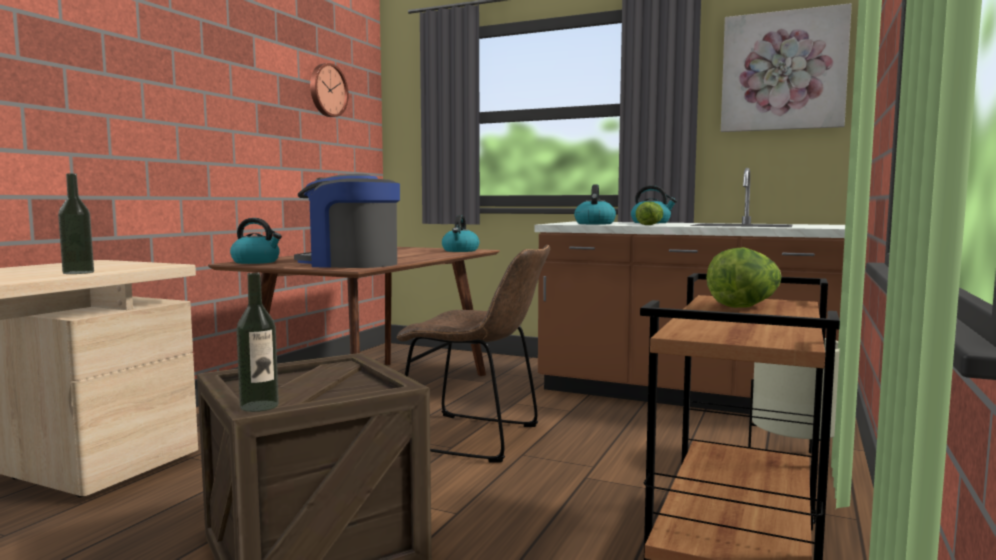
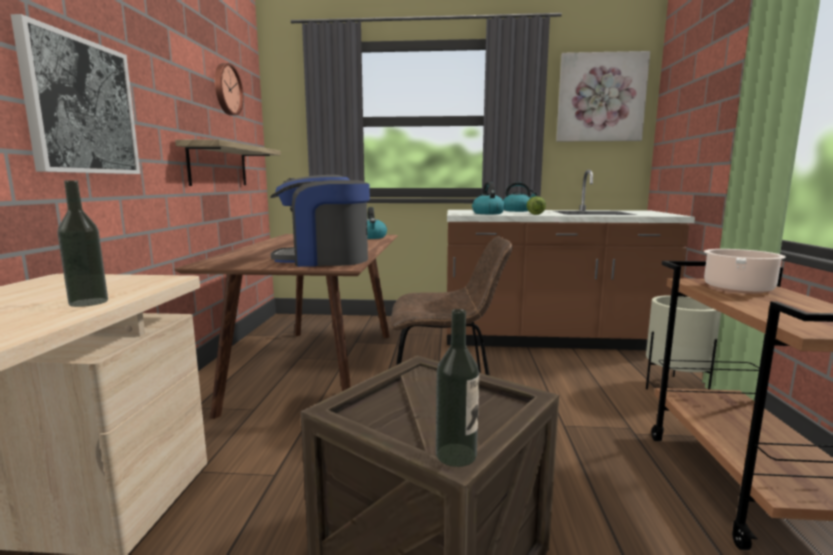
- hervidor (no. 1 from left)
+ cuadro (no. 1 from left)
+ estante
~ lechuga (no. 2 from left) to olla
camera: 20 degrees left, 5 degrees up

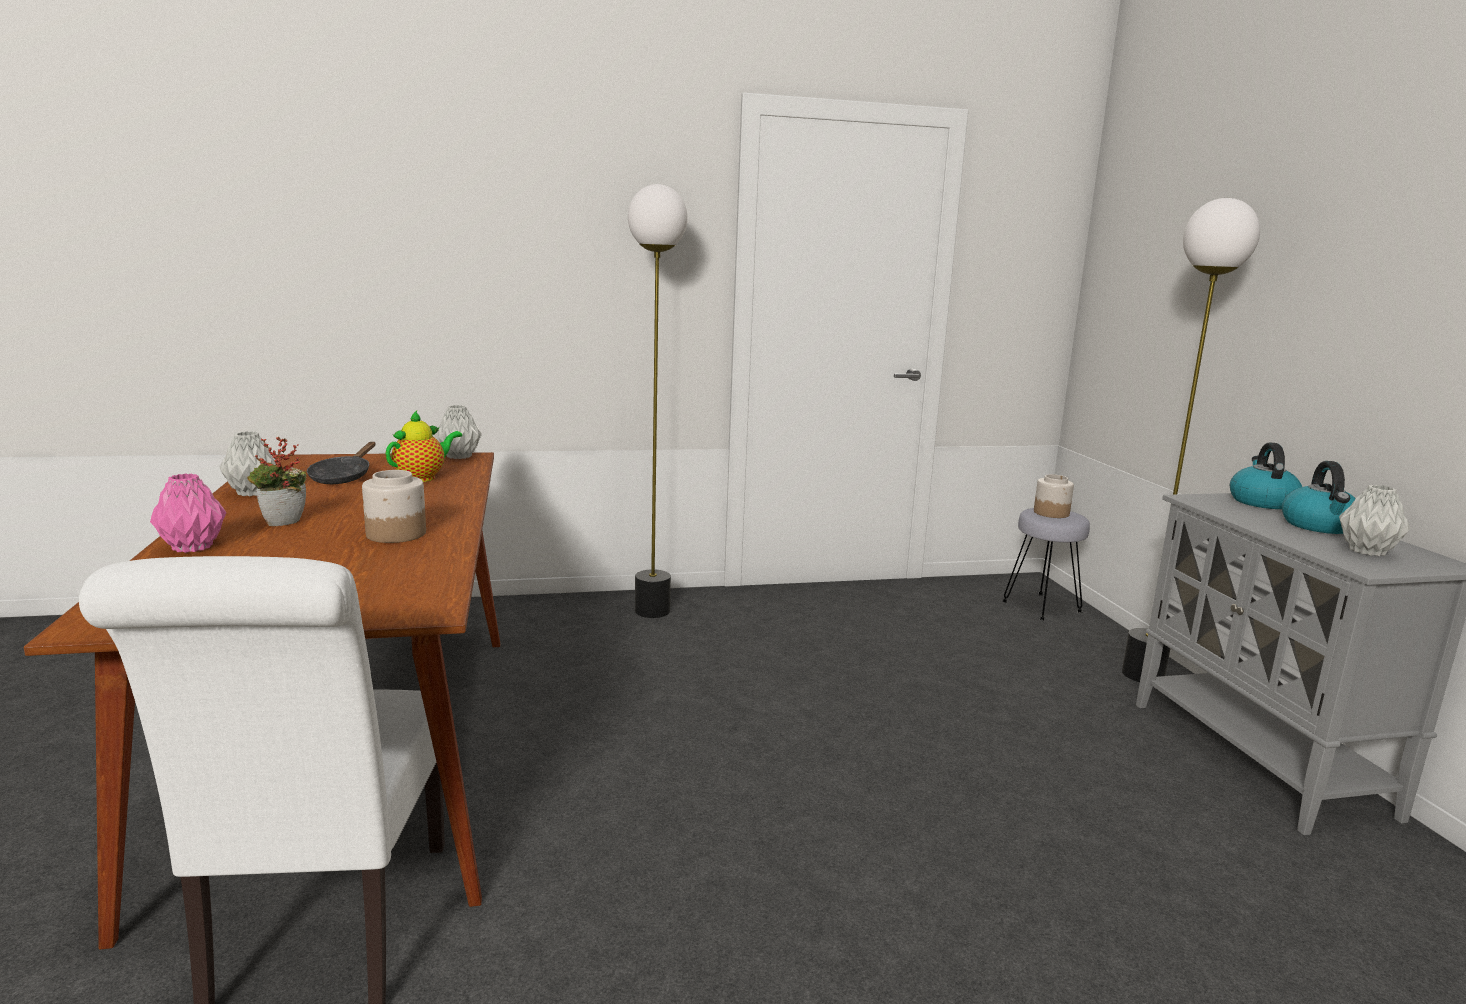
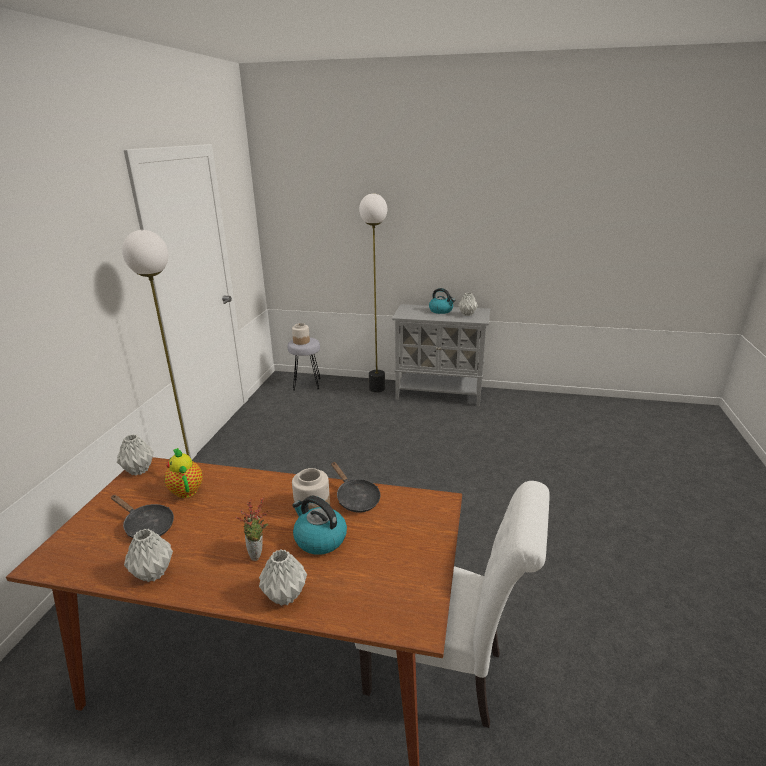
+ sartén (negro) (no. 2 from left)
~ hervidor (no. 1 from left)
~ florero (rosa) to florero (gris) (no. 3 from left)
camera: 65 degrees left, 10 degrees up

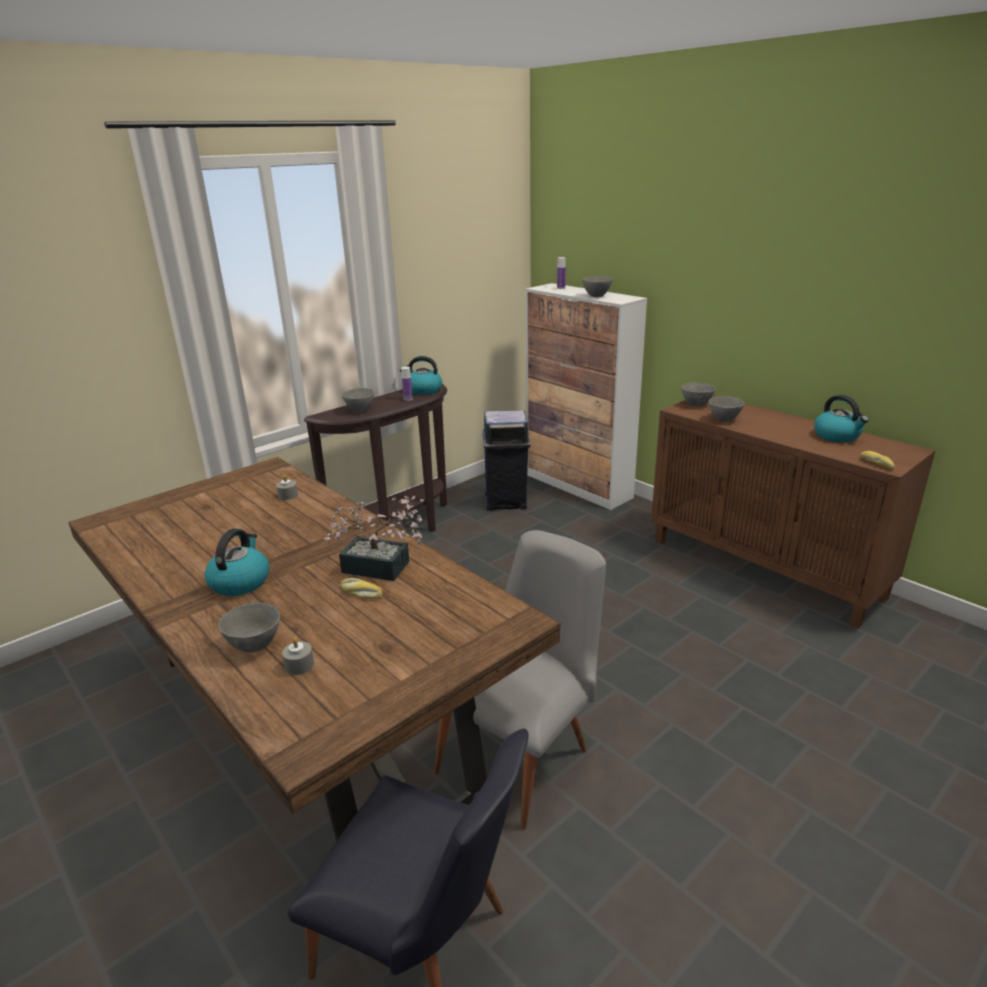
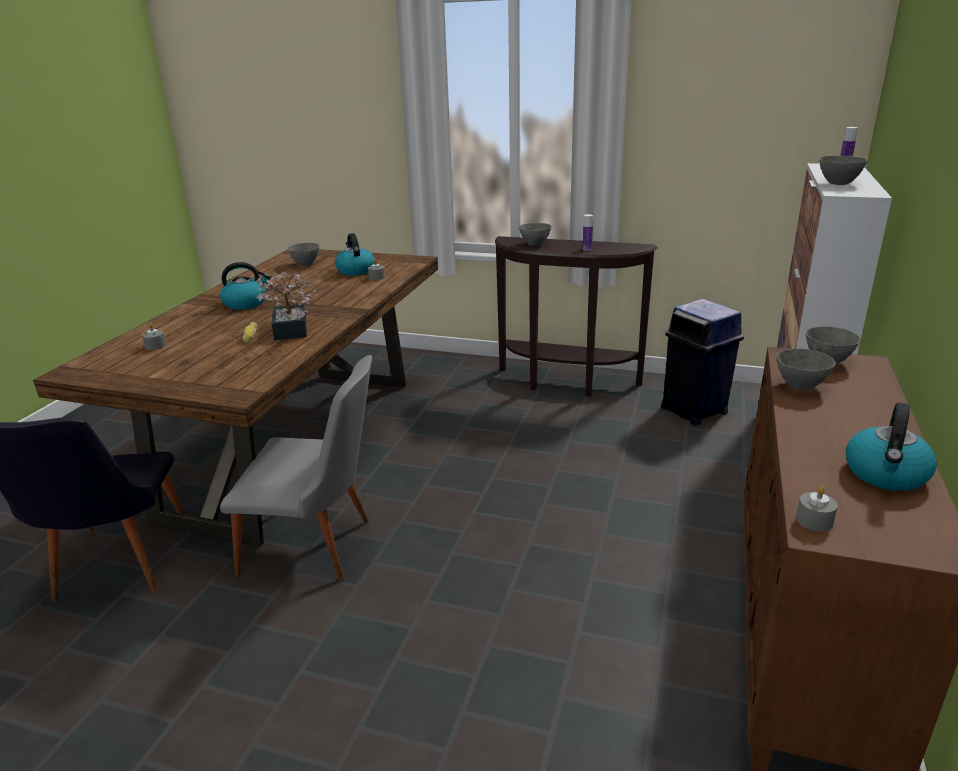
~ cuenco (gris) (no. 1 from left)
~ hervidor (no. 2 from left)
~ pan (no. 2 from left) to vela (gris) (no. 3 from left)
camera: 60 degrees right, 0 degrees up

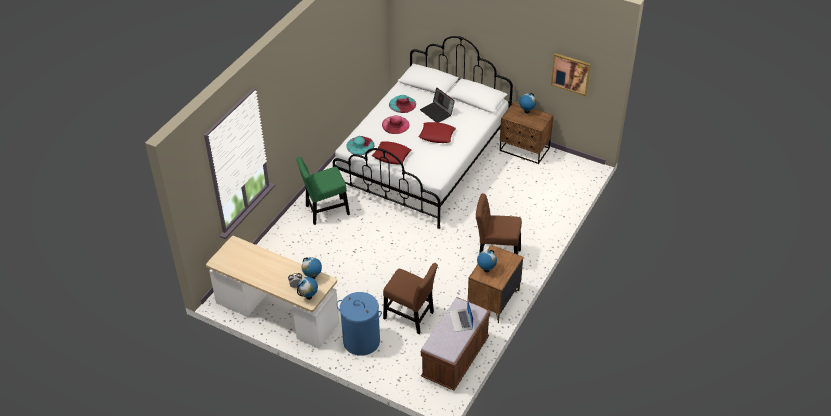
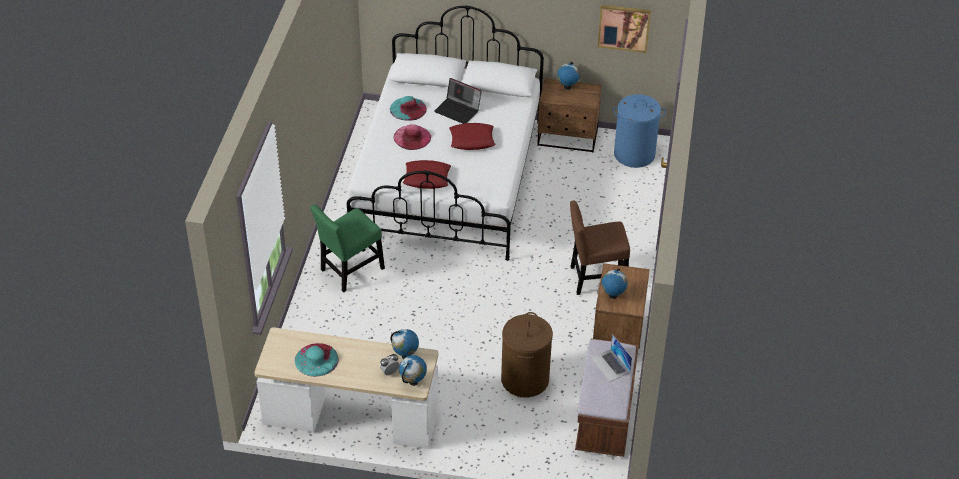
~ cesto de la ropa (azul)
~ sombrero (turquesa) (no. 1 from left)
~ silla (marrón) (no. 1 from left) to cesto de la ropa (marrón)
camera: 20 degrees left, 0 degrees up

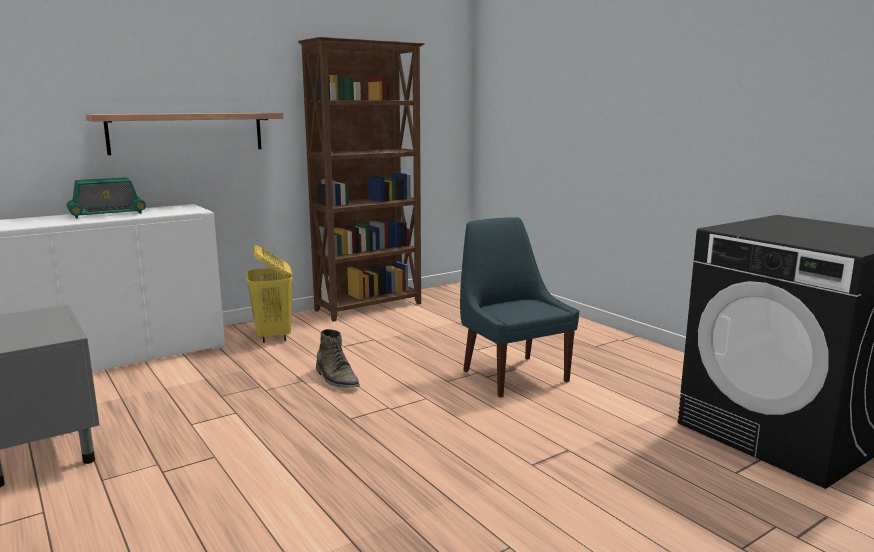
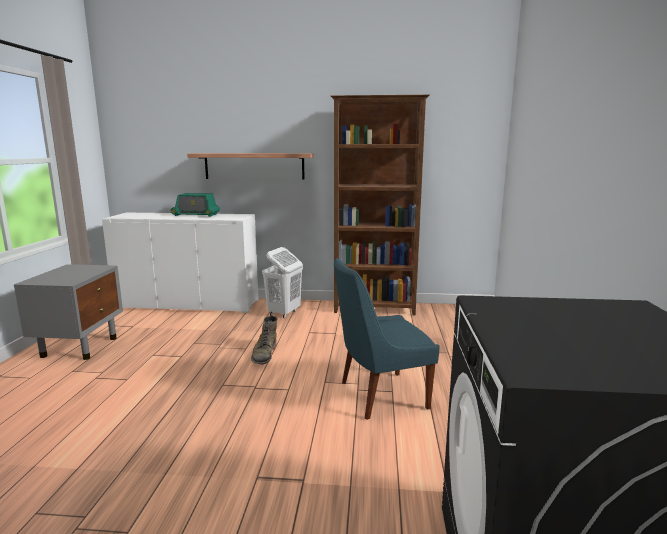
~ cesto de la ropa (amarillo) to cesto de la ropa (blanco)
~ silla (azul) 120 degrees counterclockwise
camera: 40 degrees right, 0 degrees up

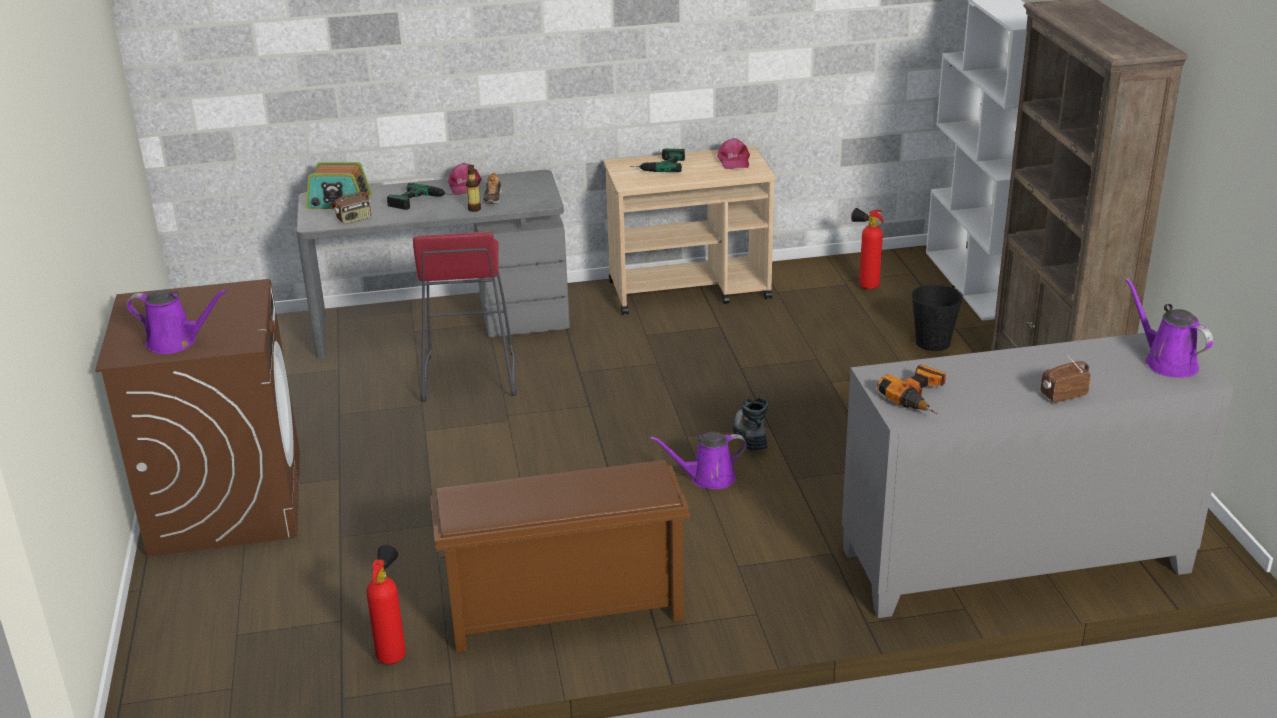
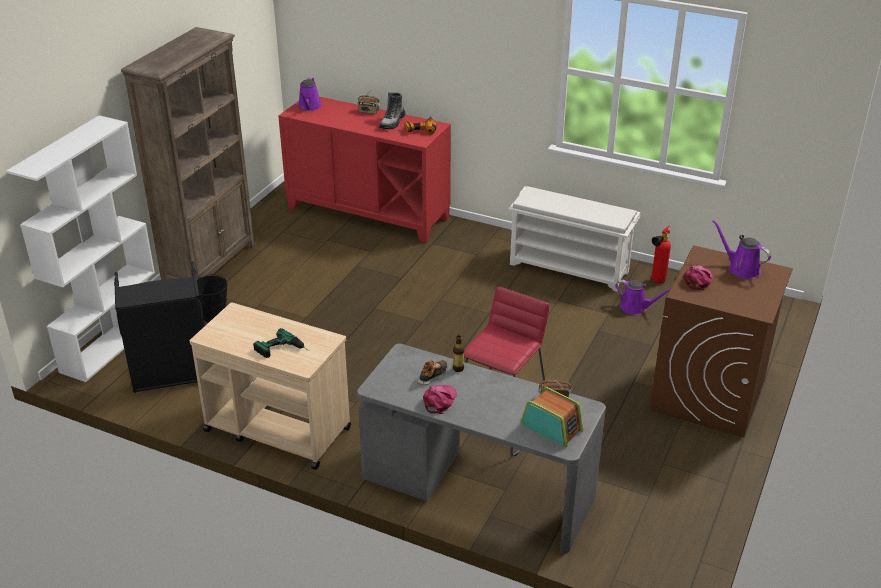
- taladro (no. 1 from left)
~ regadera (morado) (no. 2 from left)
~ gorra (rosa) (no. 2 from left)
~ bota
~ extintor (no. 2 from left) to cesto de la ropa (negro)
~ zapatero (marrón) to zapatero (blanco)
~ armario (gris) to armario (rojo)
camera: 145 degrees left, 5 degrees up

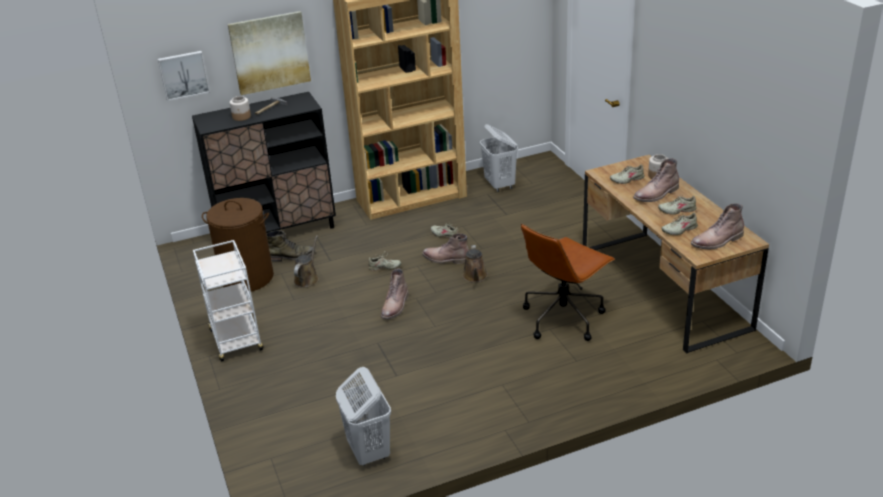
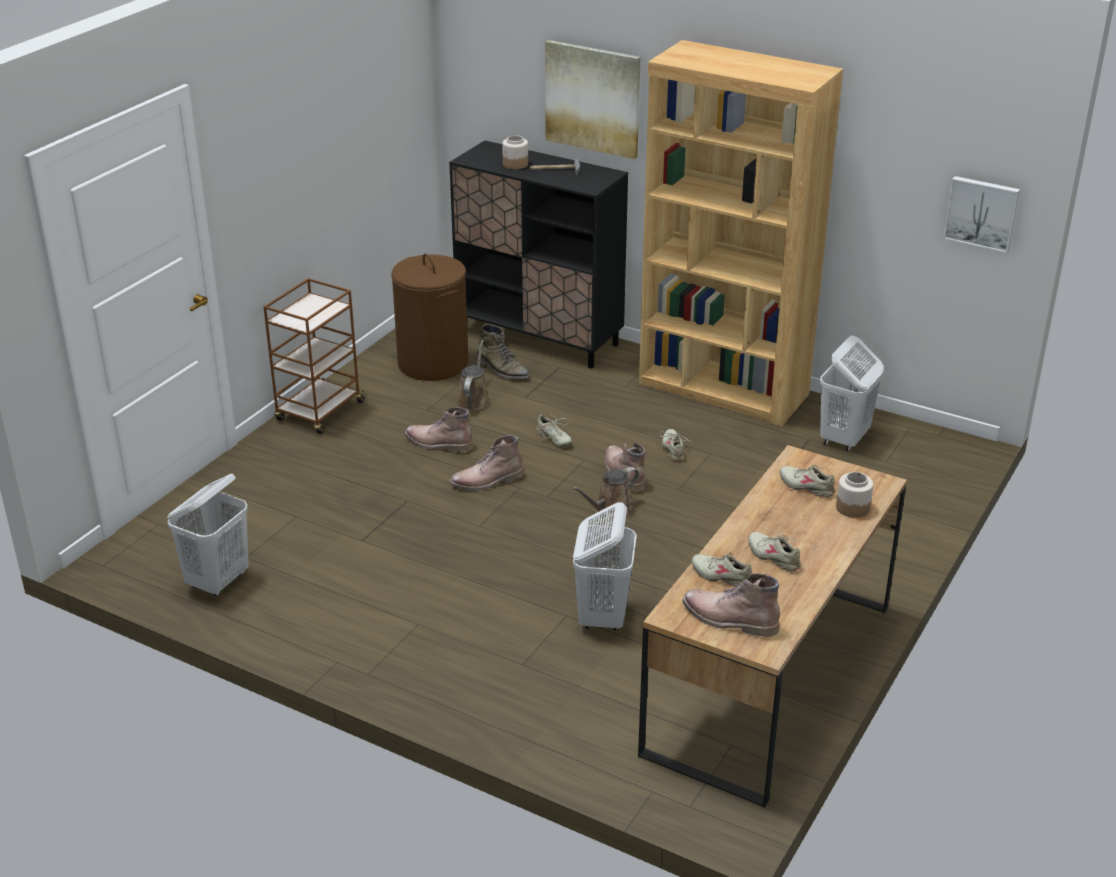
~ cuadro (no. 1 from left in the first image) to cuadro (no. 2 from left)
~ bota (marrón) (no. 3 from left in the first image) to bota (marrón) (no. 1 from left)
~ silla de oficina (marrón) to cesto de la ropa (blanco) (no. 2 from left)
~ carrito (blanco) to carrito (marrón)
~ regadera (marrón) (no. 1 from left) 60 degrees counterclockwise
camera: 50 degrees right, 0 degrees up

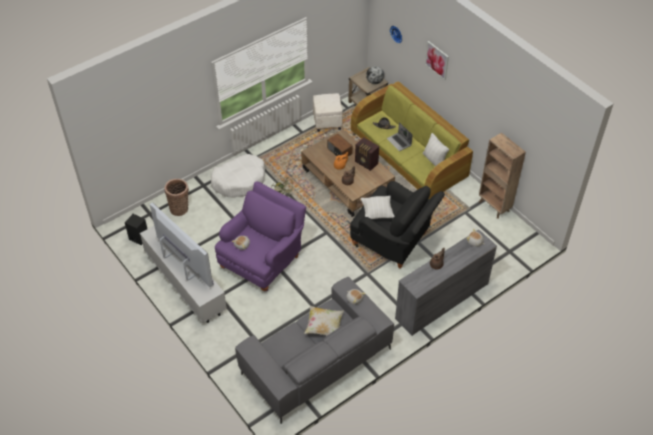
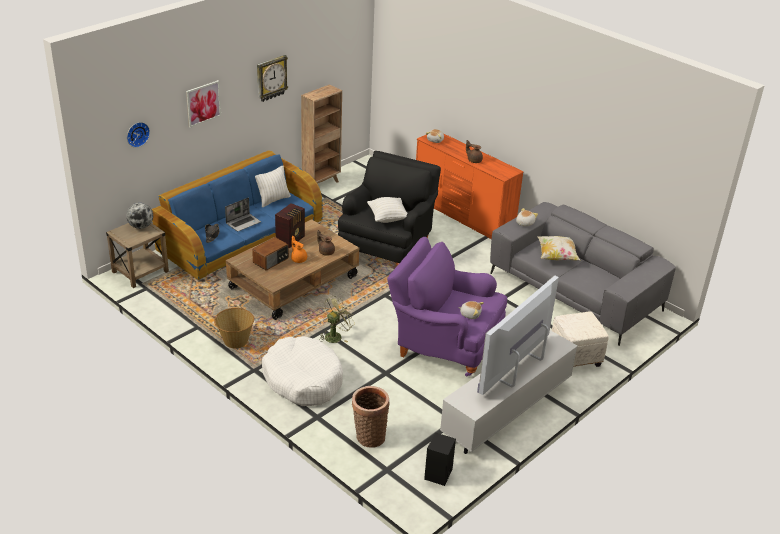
+ cesta (no. 1 from left)
+ reloj de pared (no. 2 from left)
~ puf (blanco)
~ sofá (verde) to sofá (azul)
~ cómoda (gris) to cómoda (naranja)
camera: 100 degrees left, 15 degrees down

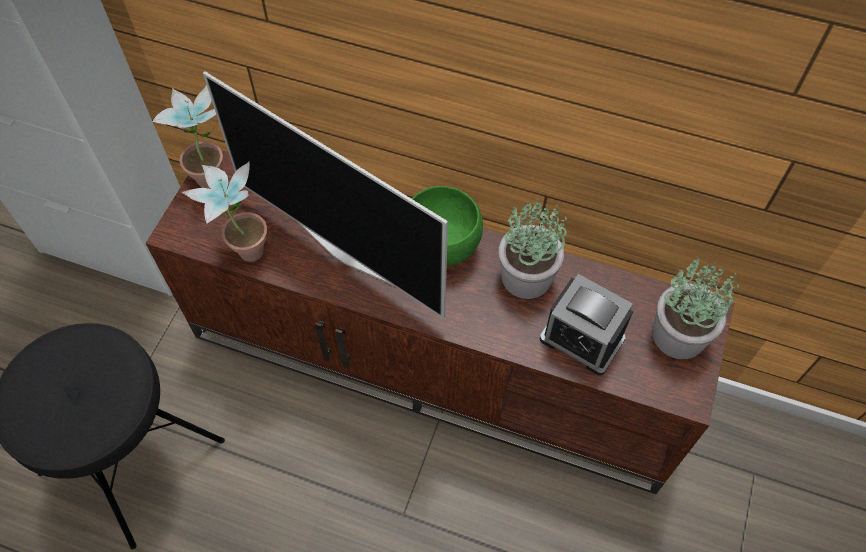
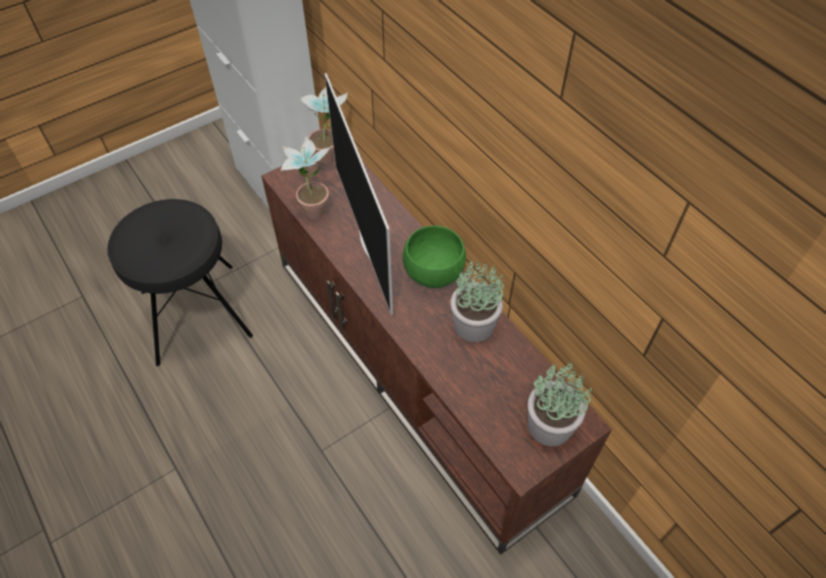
- despertador
camera: 35 degrees right, 5 degrees down

